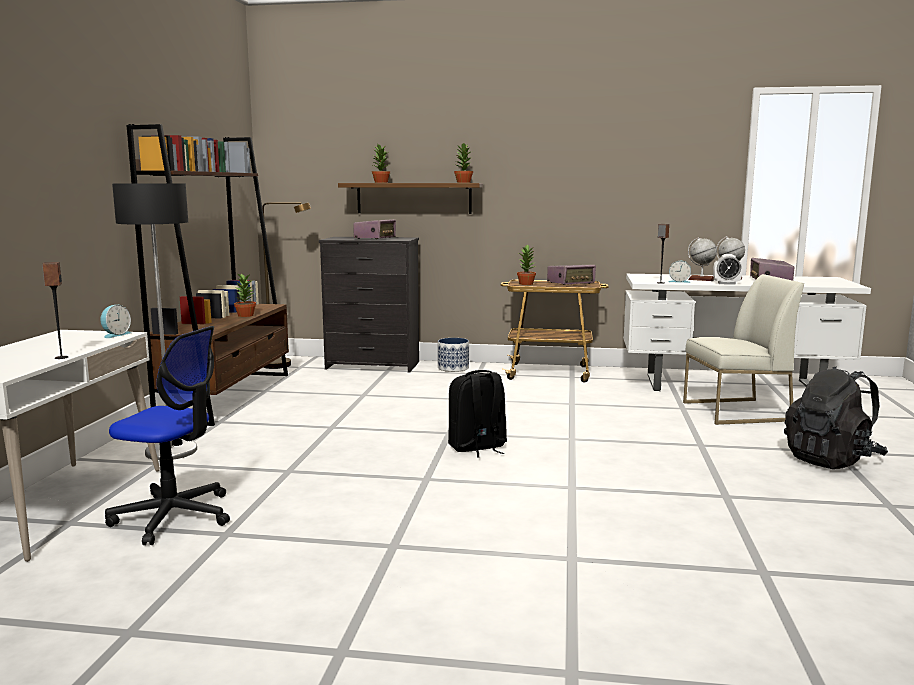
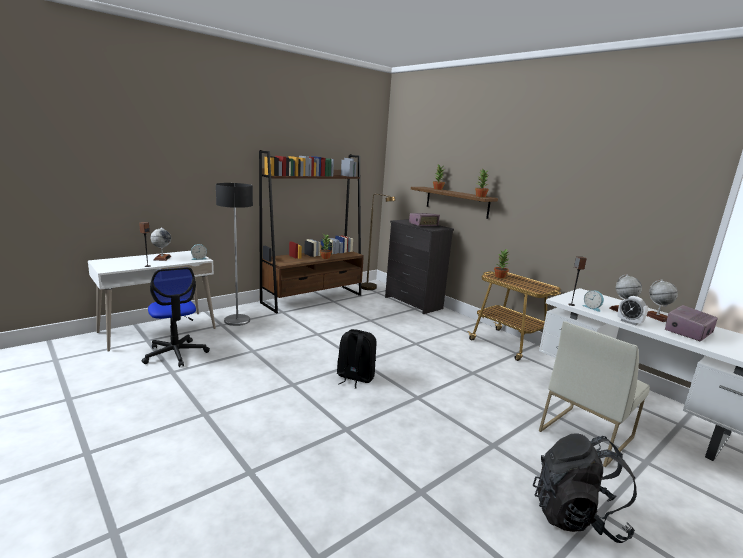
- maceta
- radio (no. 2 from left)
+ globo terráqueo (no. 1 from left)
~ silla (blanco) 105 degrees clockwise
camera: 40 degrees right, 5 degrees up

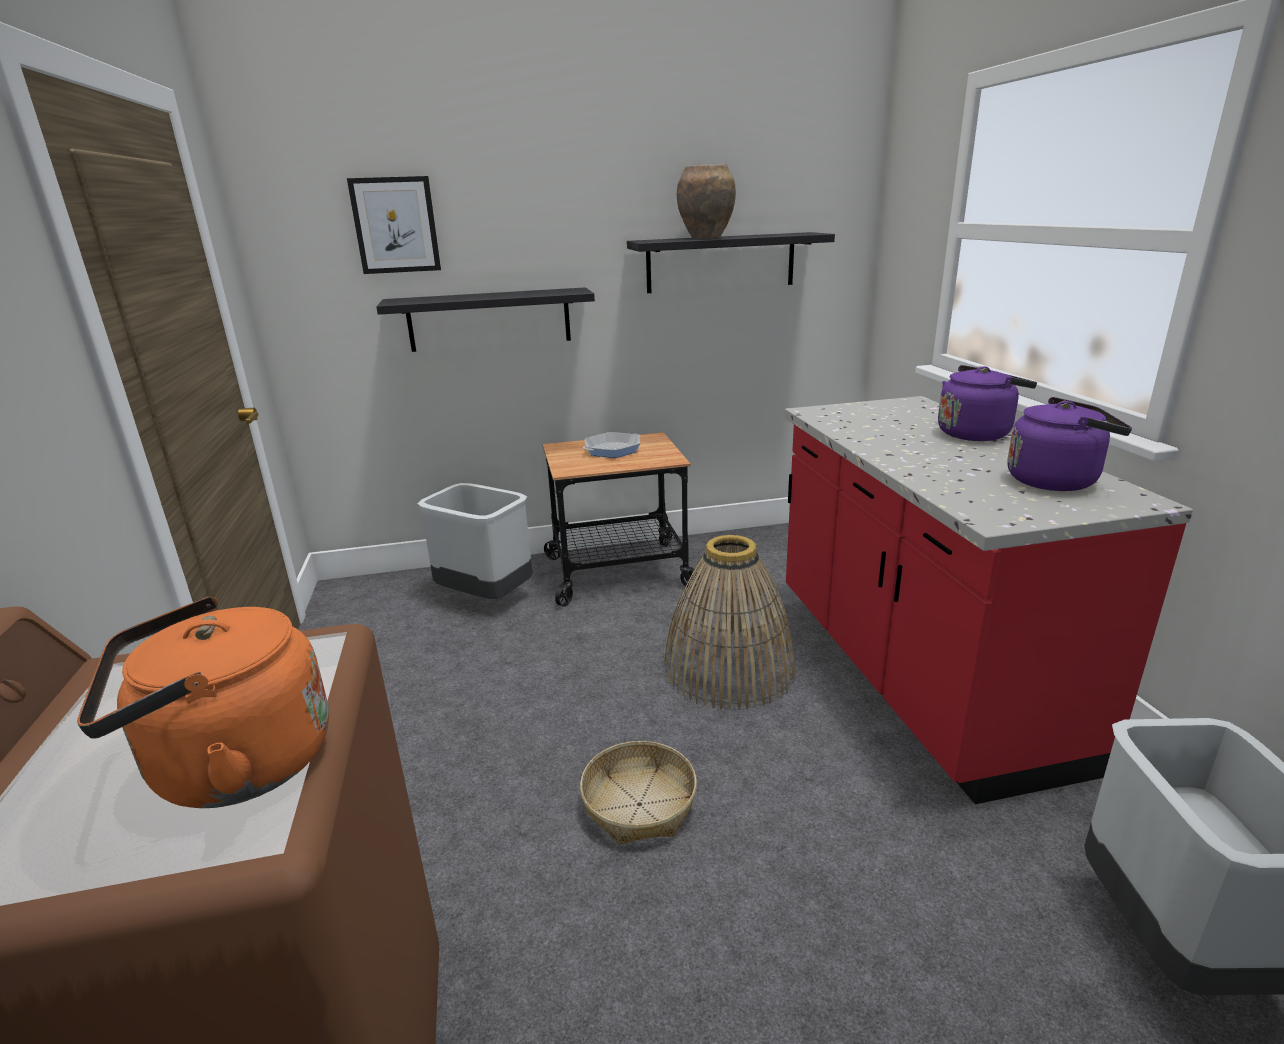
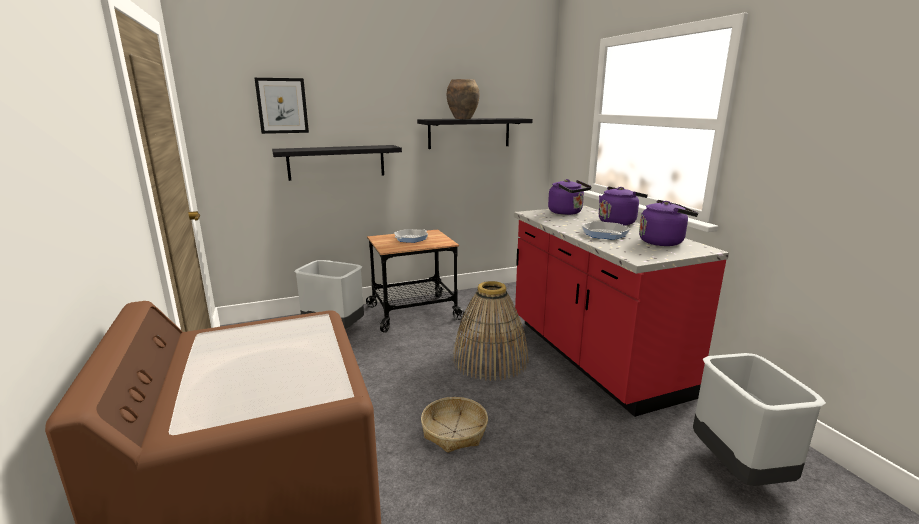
- hervidor (naranja)
+ hervidor (morado) (no. 1 from left)
+ sartén (no. 2 from left)
camera: 10 degrees left, 5 degrees down

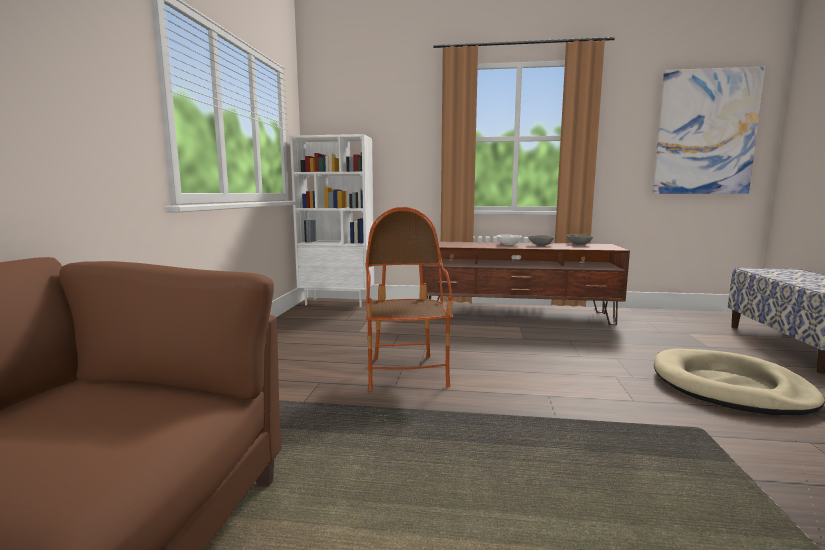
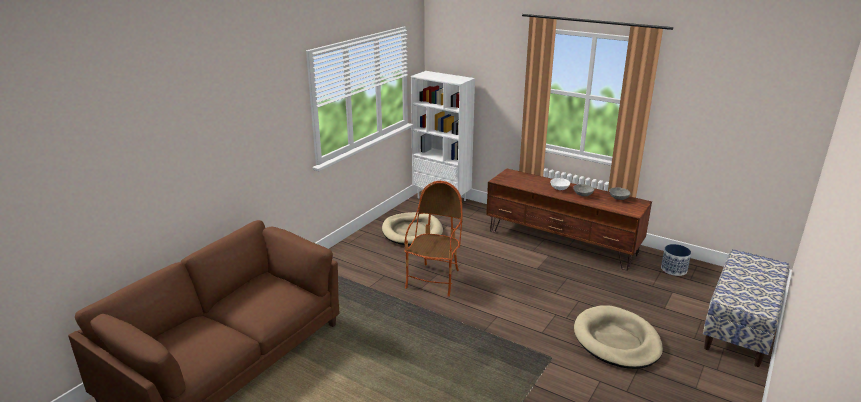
- cuadro
+ cama para perro (beis) (no. 1 from left)
+ maceta
camera: 25 degrees right, 15 degrees up

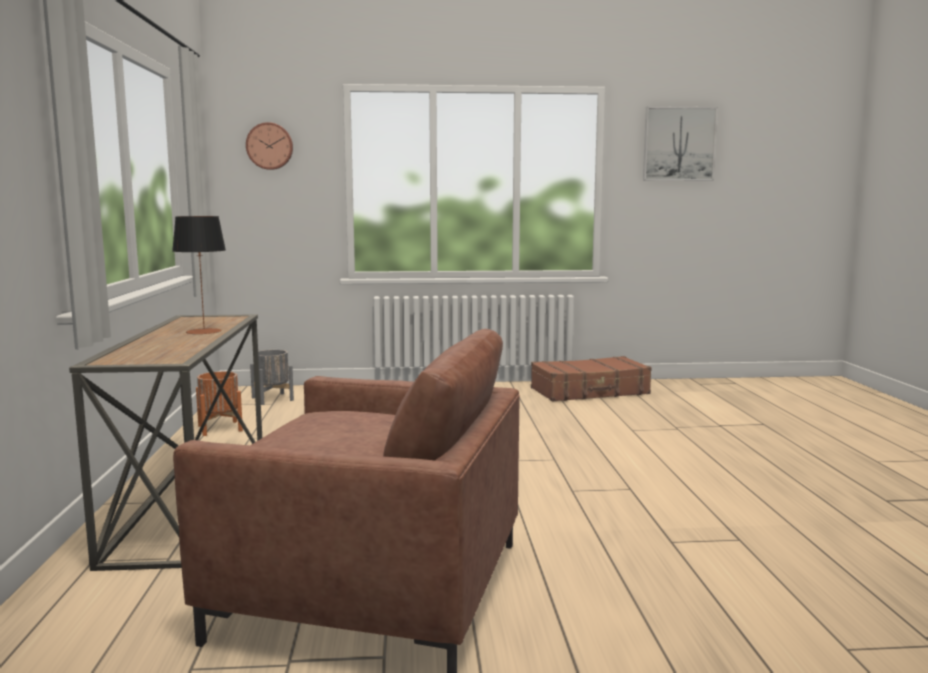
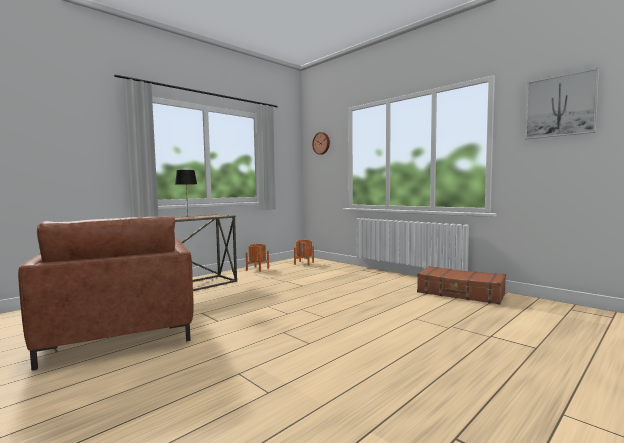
~ maceta (gris) to maceta (naranja) (no. 2 from left)
camera: 50 degrees right, 5 degrees down

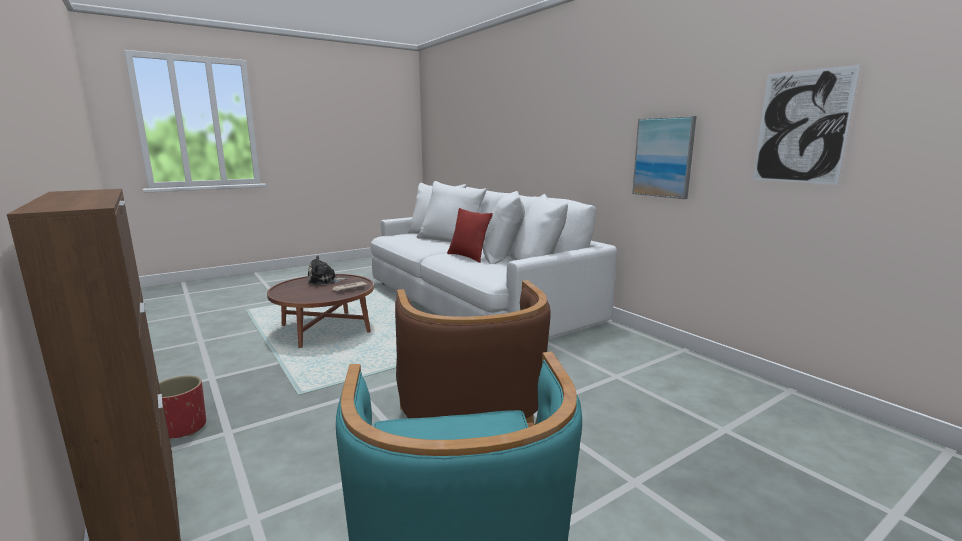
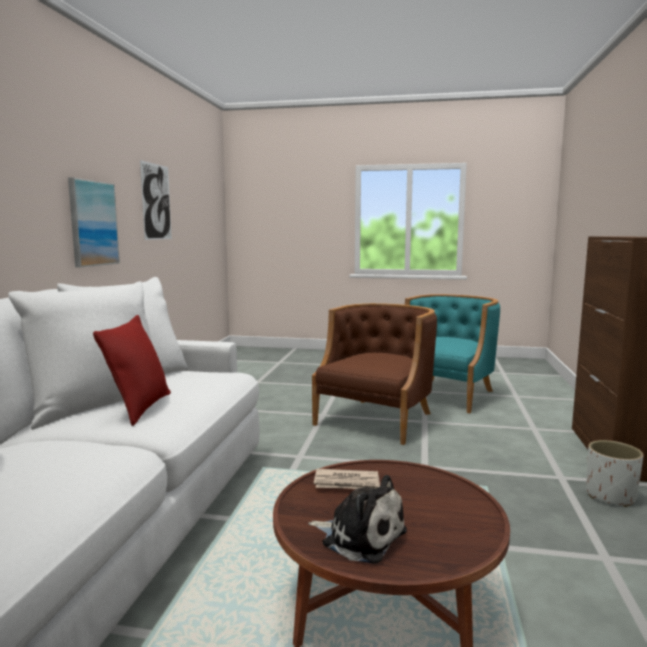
~ maceta (rojo) to maceta (blanco)
camera: 135 degrees left, 5 degrees down

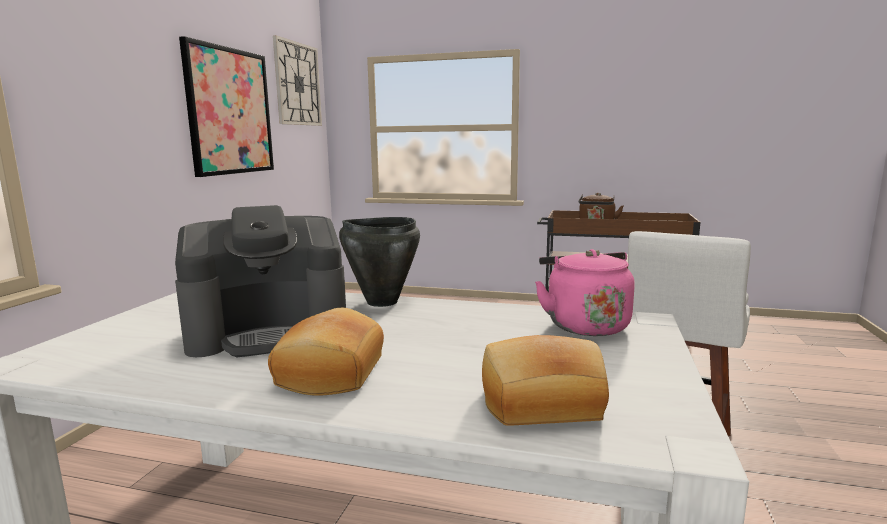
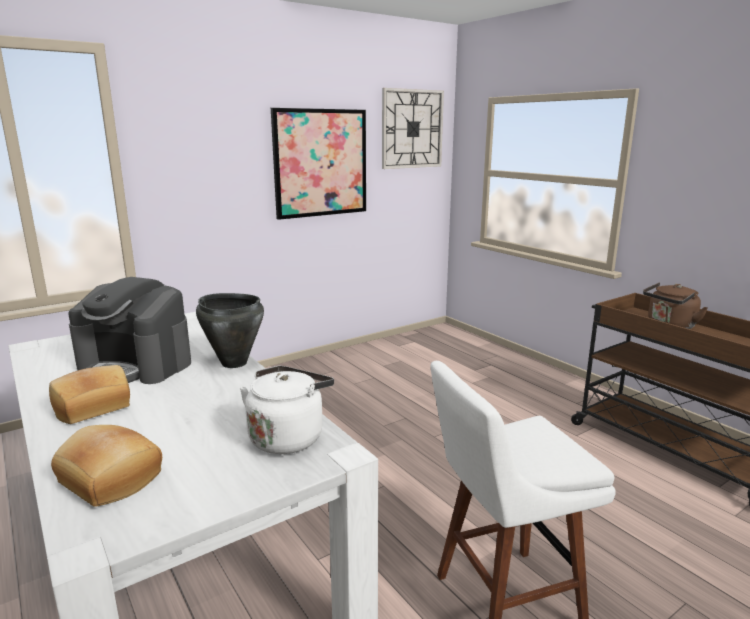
~ hervidor (rosa) to hervidor (blanco)
camera: 40 degrees right, 5 degrees up

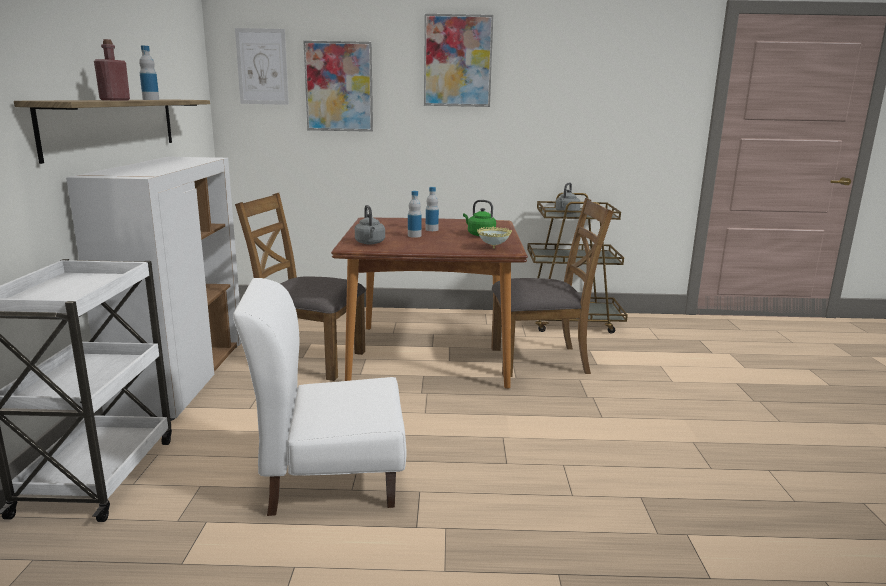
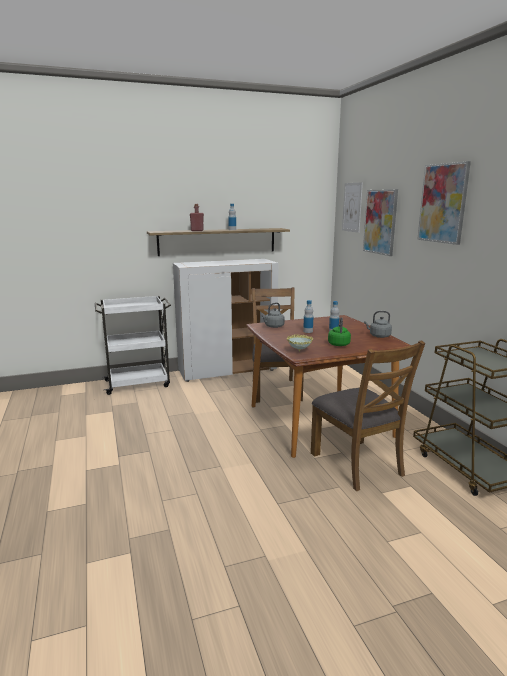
- silla (blanco)
~ hervidor (gris) (no. 2 from left)
camera: 70 degrees right, 0 degrees up

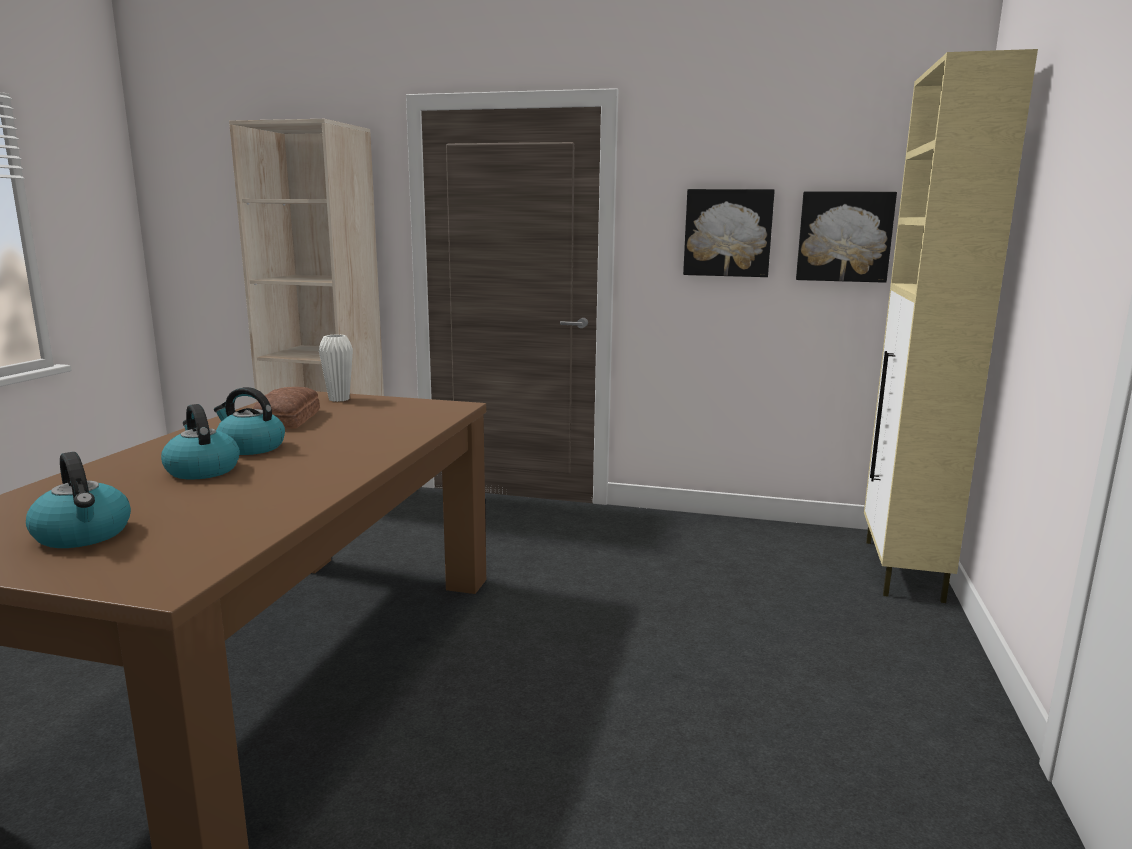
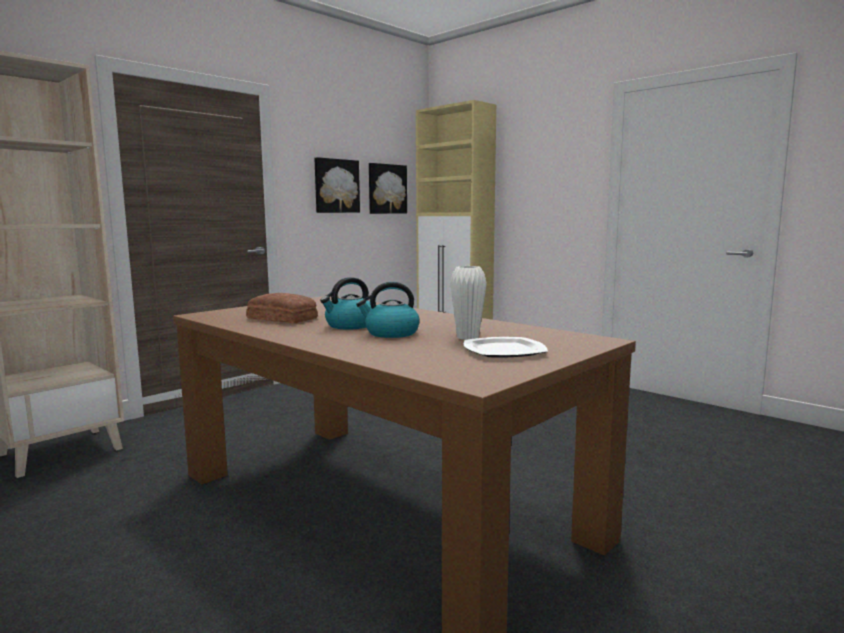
~ florero (blanco)
~ hervidor (no. 1 from left) to plato
camera: 60 degrees left, 5 degrees down

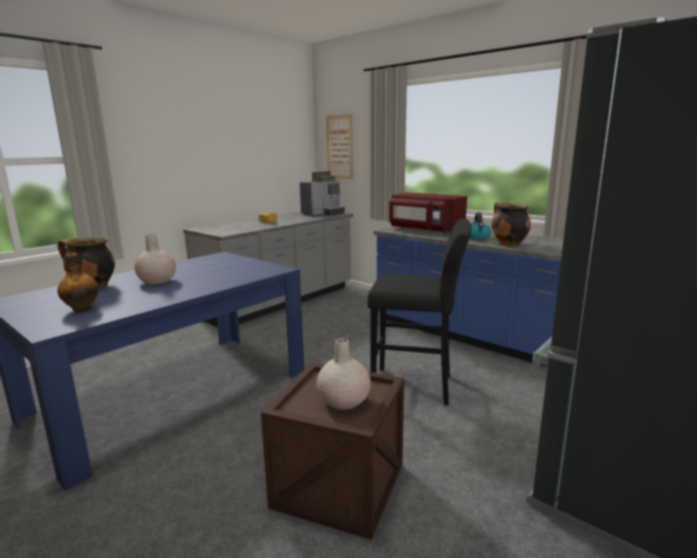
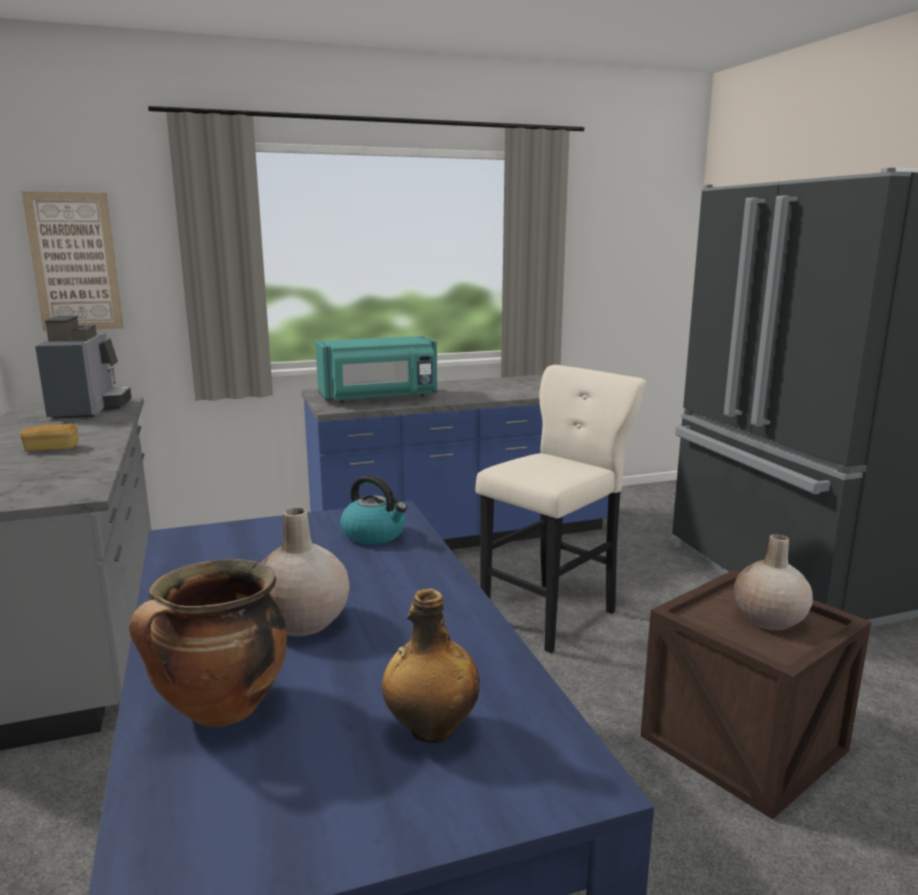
- olla (no. 2 from left)
~ hervidor
~ taburete (negro) to taburete (beis)
~ microondas (rojo) to microondas (turquesa)
camera: 60 degrees left, 0 degrees up

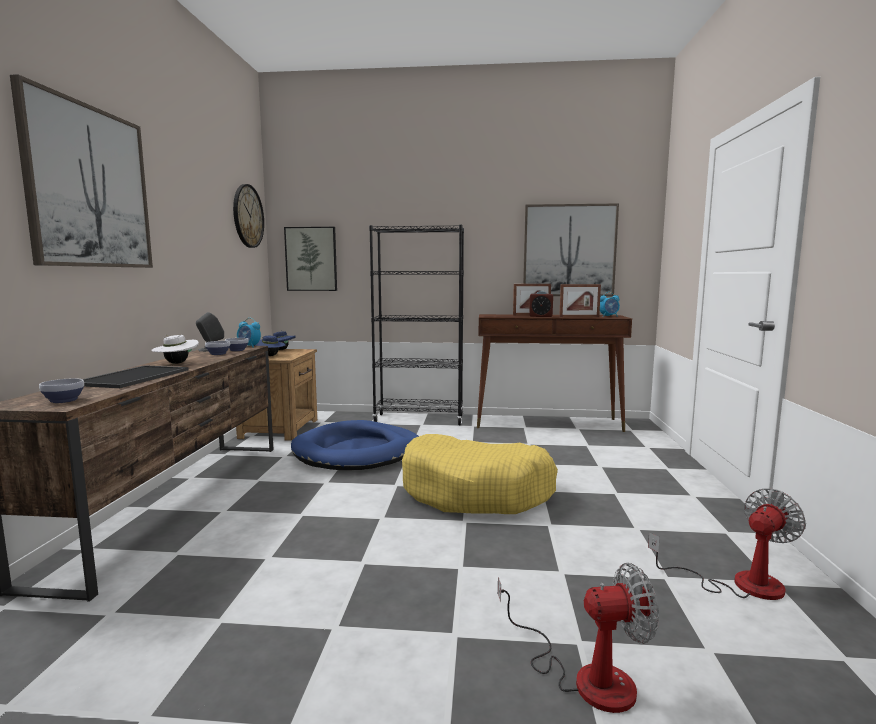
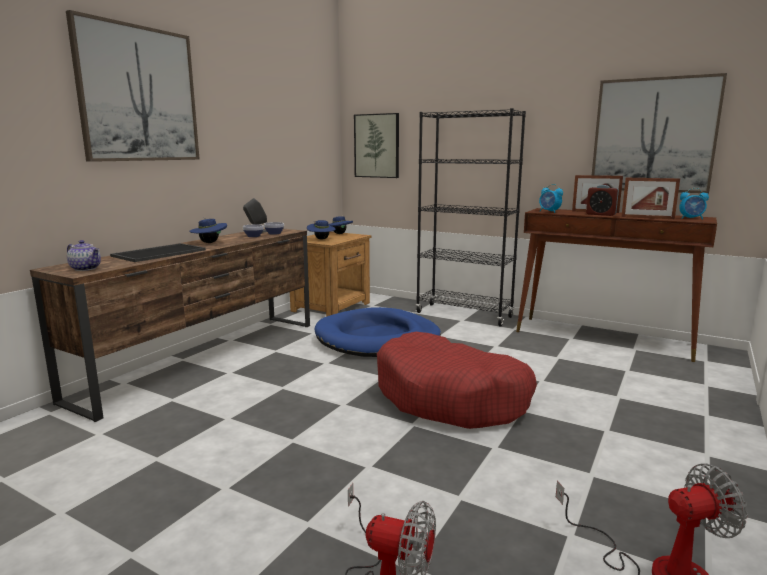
- reloj de pared
~ despertador (no. 1 from left)
~ cuenco (no. 1 from left) to tetera
~ sombrero (blanco) to sombrero (azul) (no. 1 from left)
~ cama para perro (amarillo) to cama para perro (rojo)
camera: 25 degrees right, 5 degrees up

